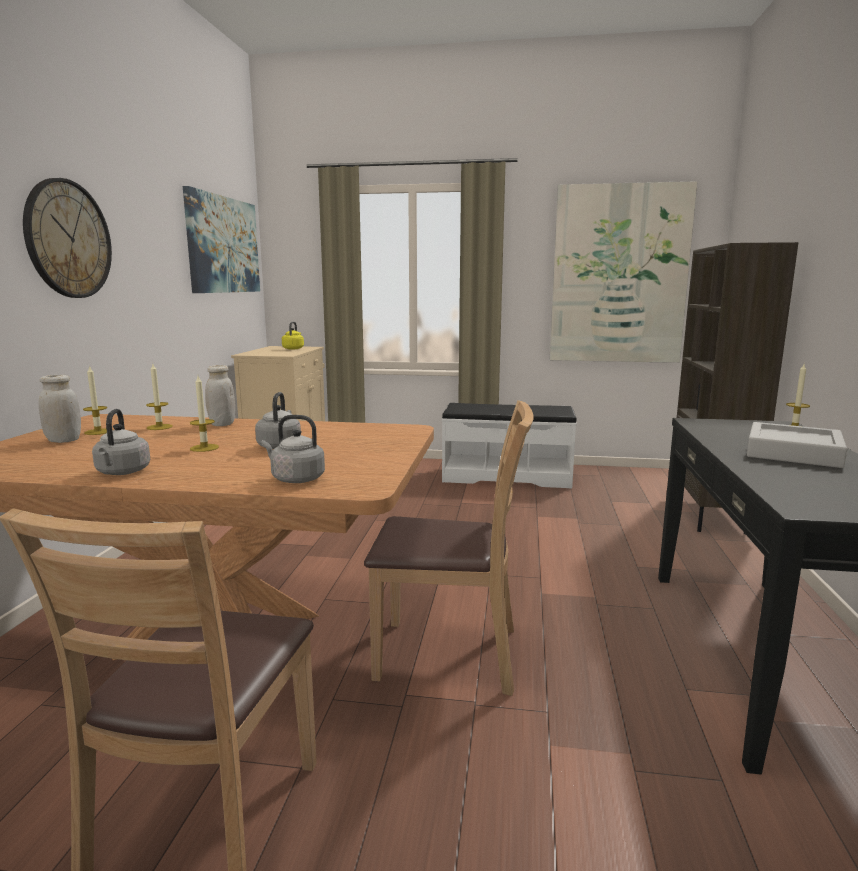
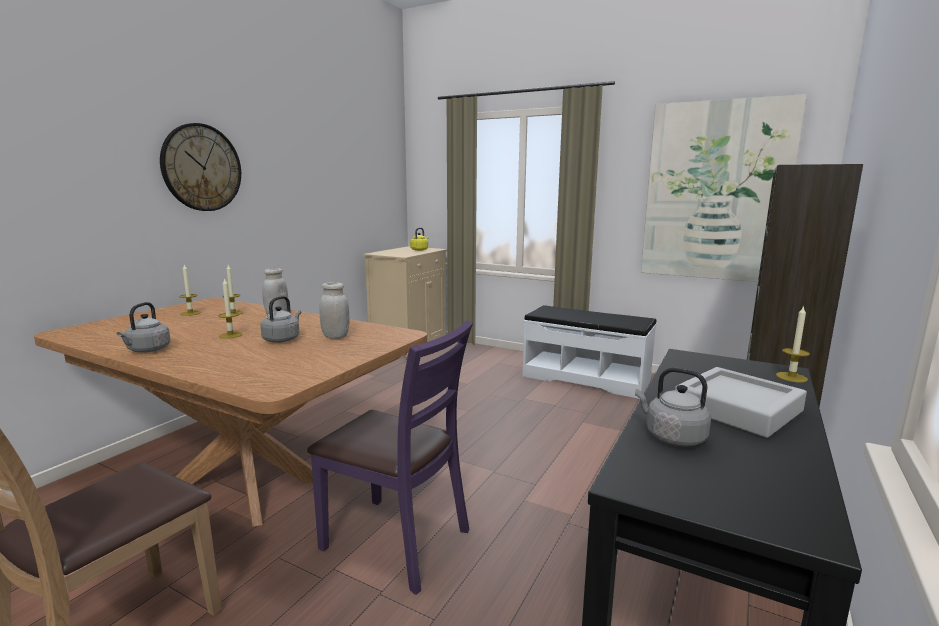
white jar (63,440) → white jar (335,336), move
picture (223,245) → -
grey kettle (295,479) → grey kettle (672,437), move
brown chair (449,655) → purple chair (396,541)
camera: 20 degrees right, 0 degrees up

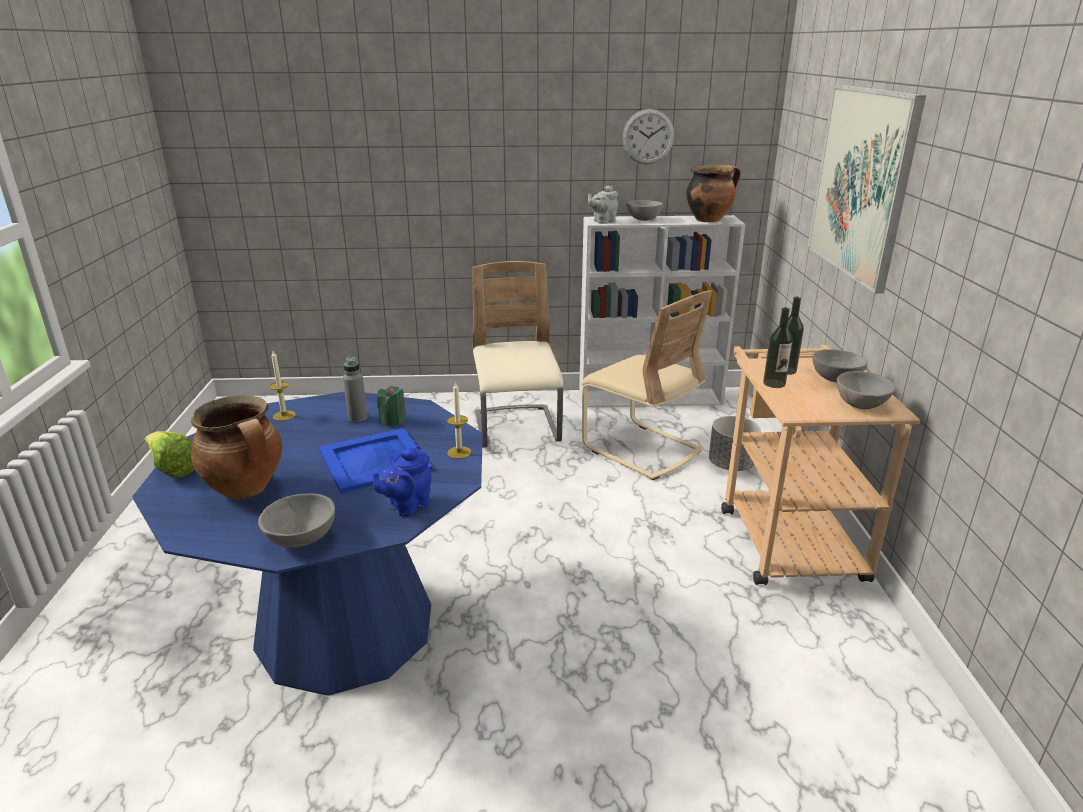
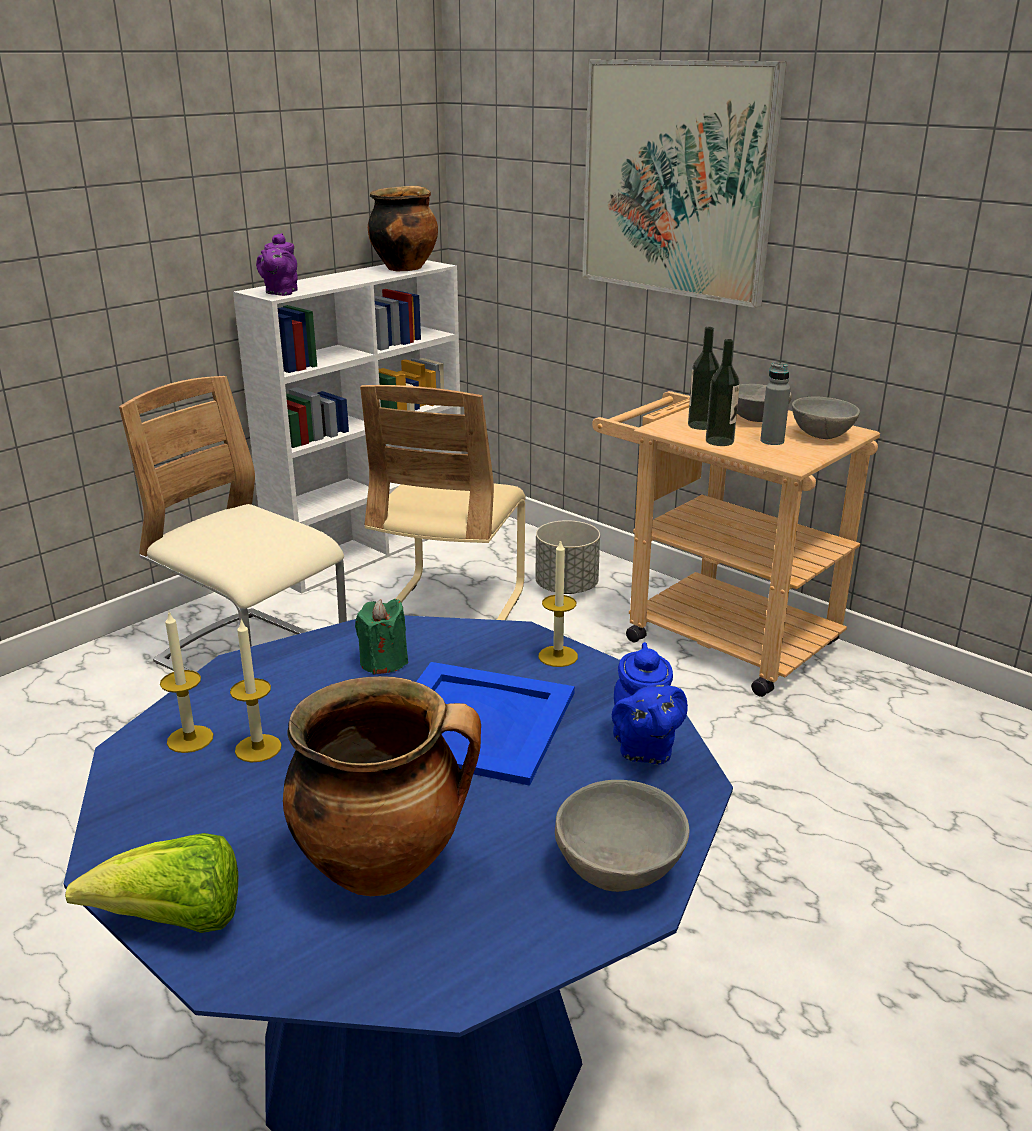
grey bottle (357,417) → grey bottle (772,441), move
beige chair (641,449) → beige chair (449,613), 105 degrees clockwise
grey teapot (602,221) → purple teapot (280,292)
wall clock (648,137) → -
grey bowl (643,219) → -
- → candle (258,748)
camera: 45 degrees left, 0 degrees up

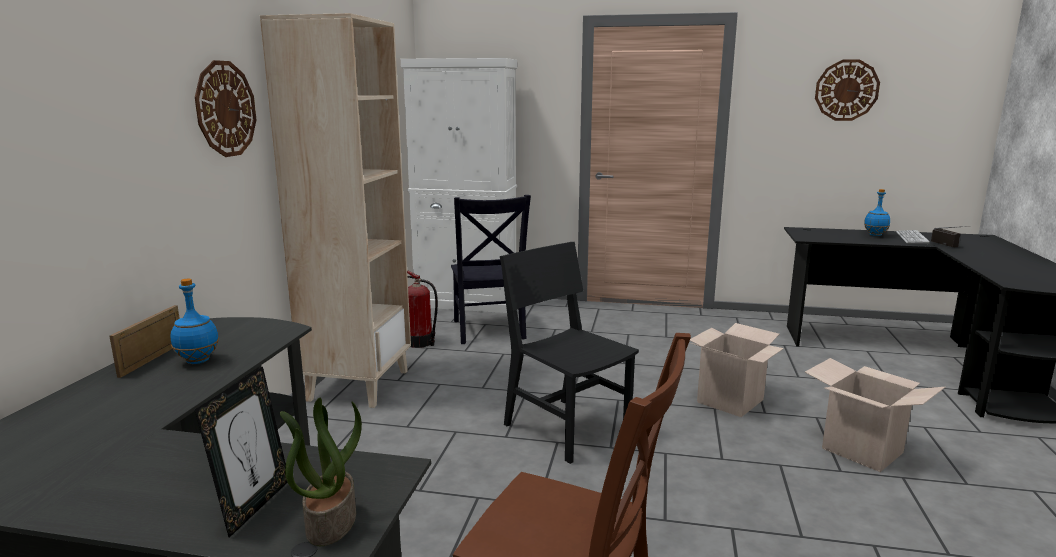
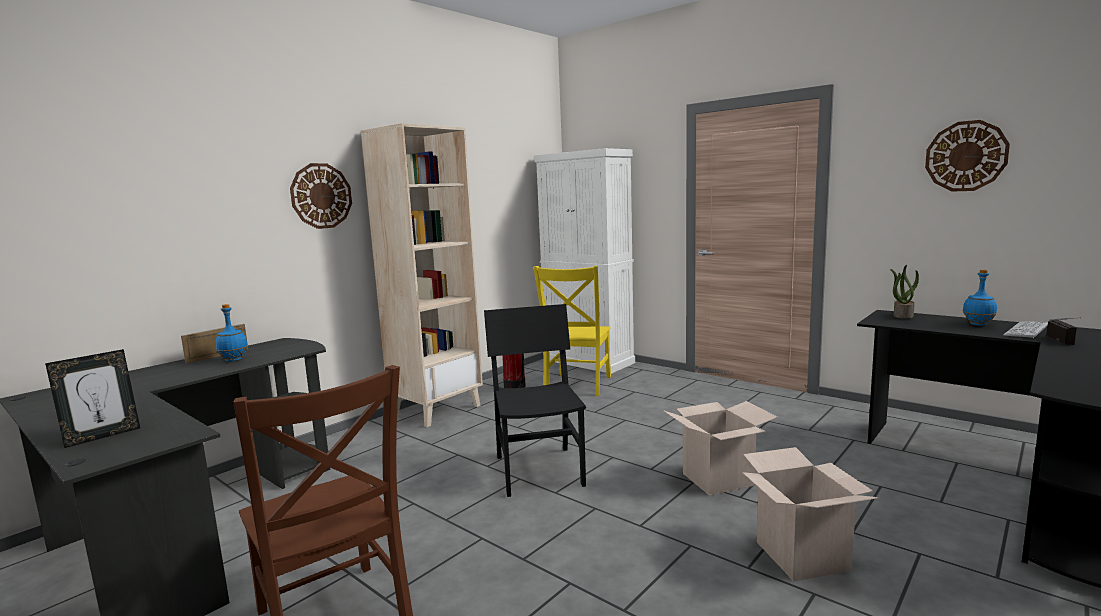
potted plant (330,522) → potted plant (902,315), move
black chair (488,331) → yellow chair (577,385)
camera: 30 degrees right, 5 degrees down

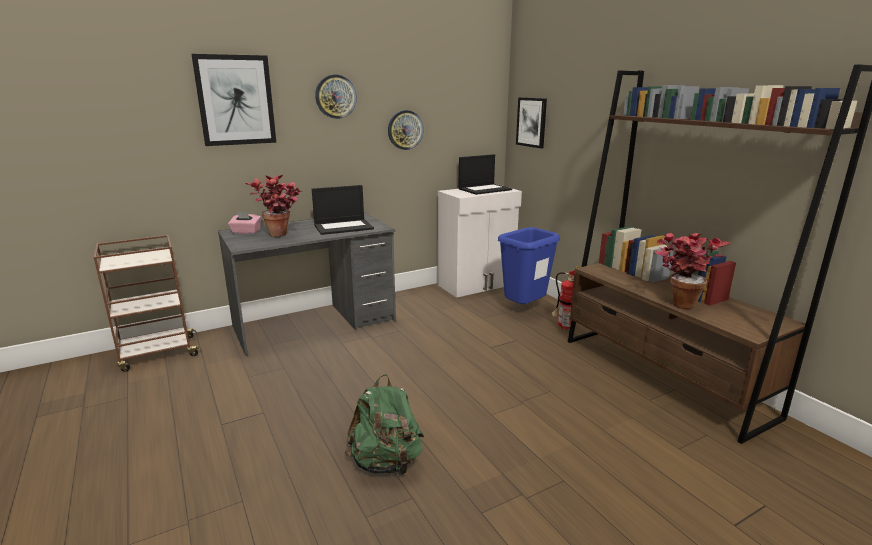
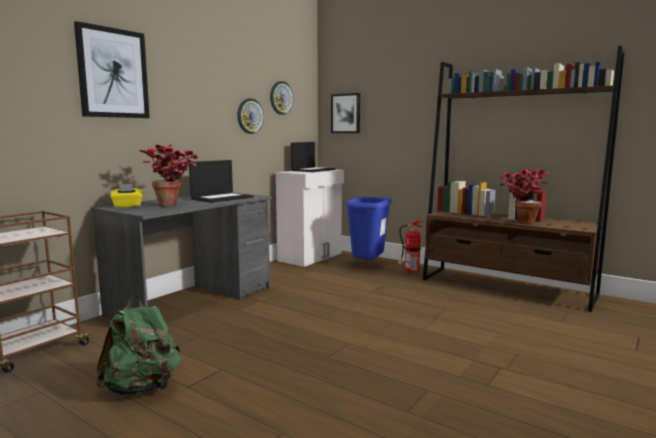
pink tissue box (246,232) → yellow tissue box (127,206)
wall clock (335,96) → wall clock (281,98), move
green backpack (386,463) → green backpack (142,388), move
camera: 25 degrees left, 10 degrees down

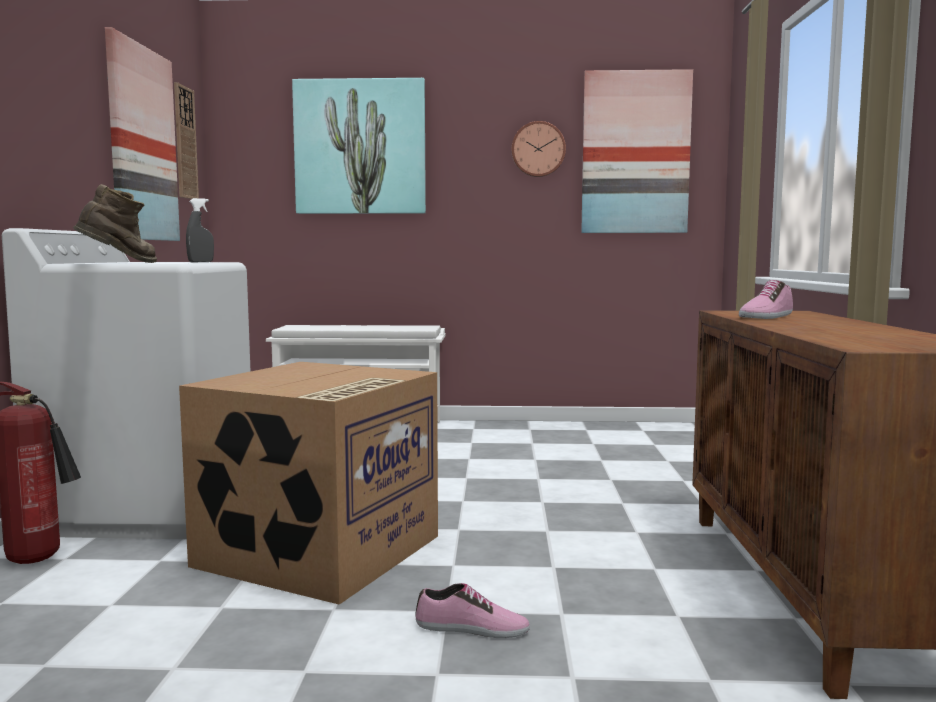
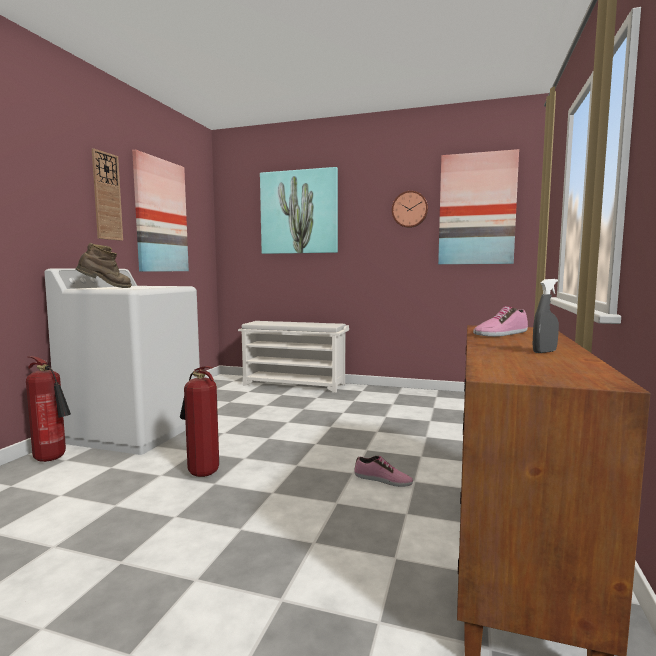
wall clock (185,143) → wall clock (107,196), move
cardboard box (320,552) → fire extinguisher (200,472)
grey spray bottle (200,262) → grey spray bottle (544,352), move
shoe (472,628) → shoe (382,480), move
camera: 15 degrees right, 0 degrees up

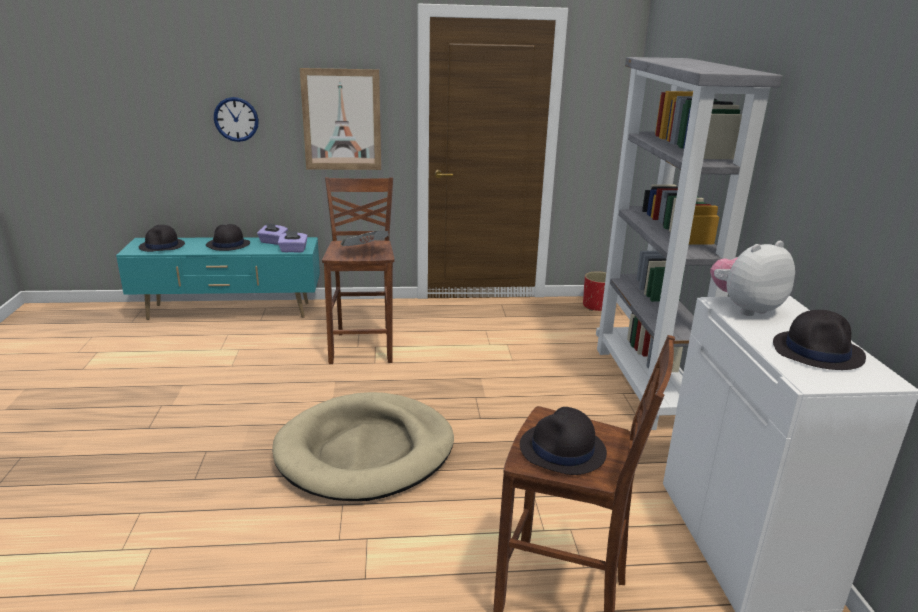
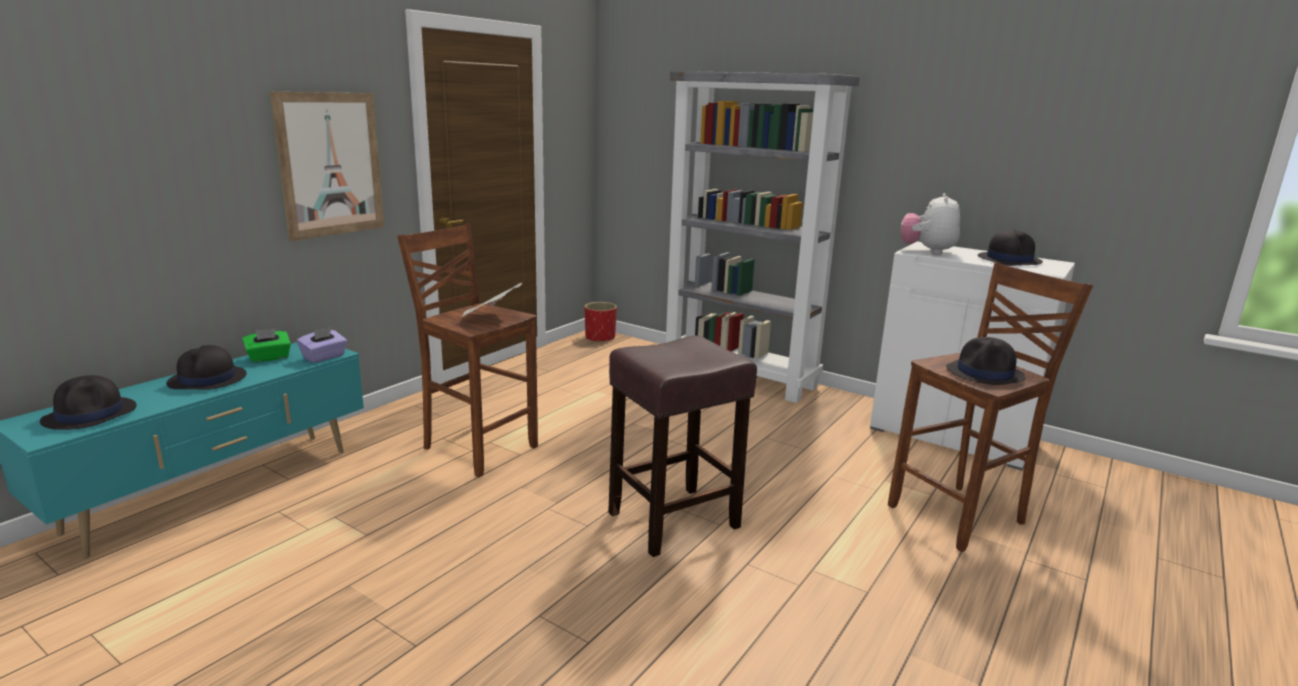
wall clock (236,119) → -
purple tissue box (273,242) → green tissue box (269,358)
beige dog bed (366,451) → brown stool (675,519)
camera: 50 degrees left, 5 degrees down

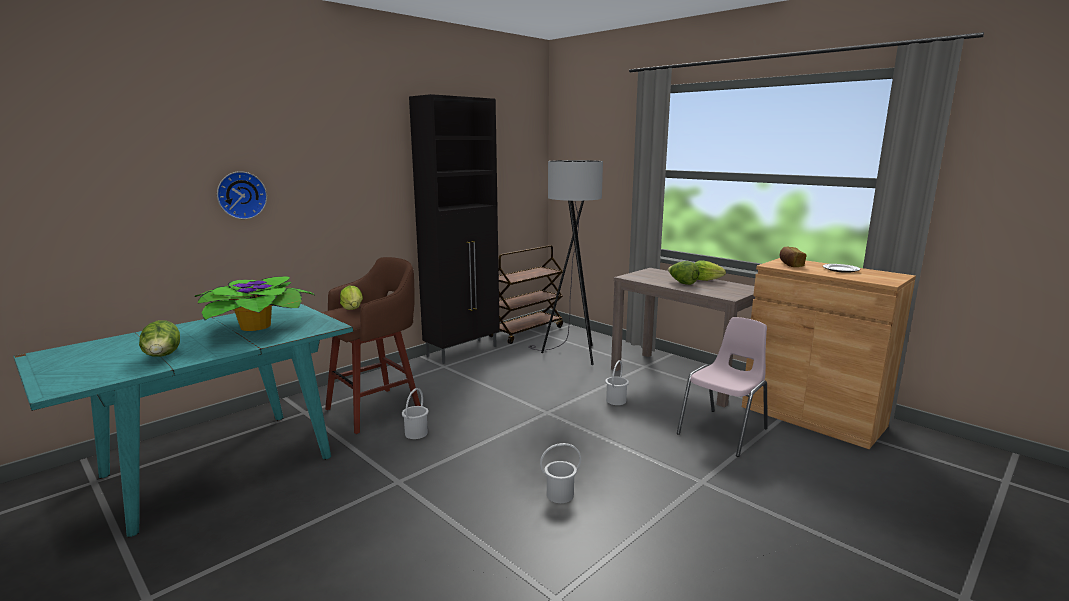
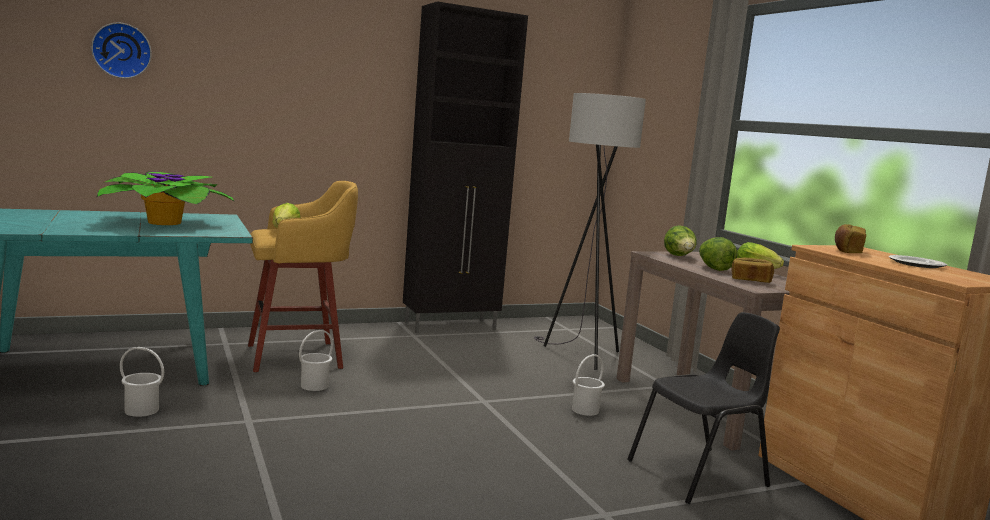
lettuce (163,357) → lettuce (679,256), move
wall clock (241,195) → wall clock (122,51), move
brown stool (376,409) → yellow stool (298,356)
brown cart (526,331) → -
white bucket (559,495) → white bucket (142,410), move
pink chair (724,431) → black chair (700,474)
- → bread (750,280)
camera: 20 degrees right, 5 degrees down

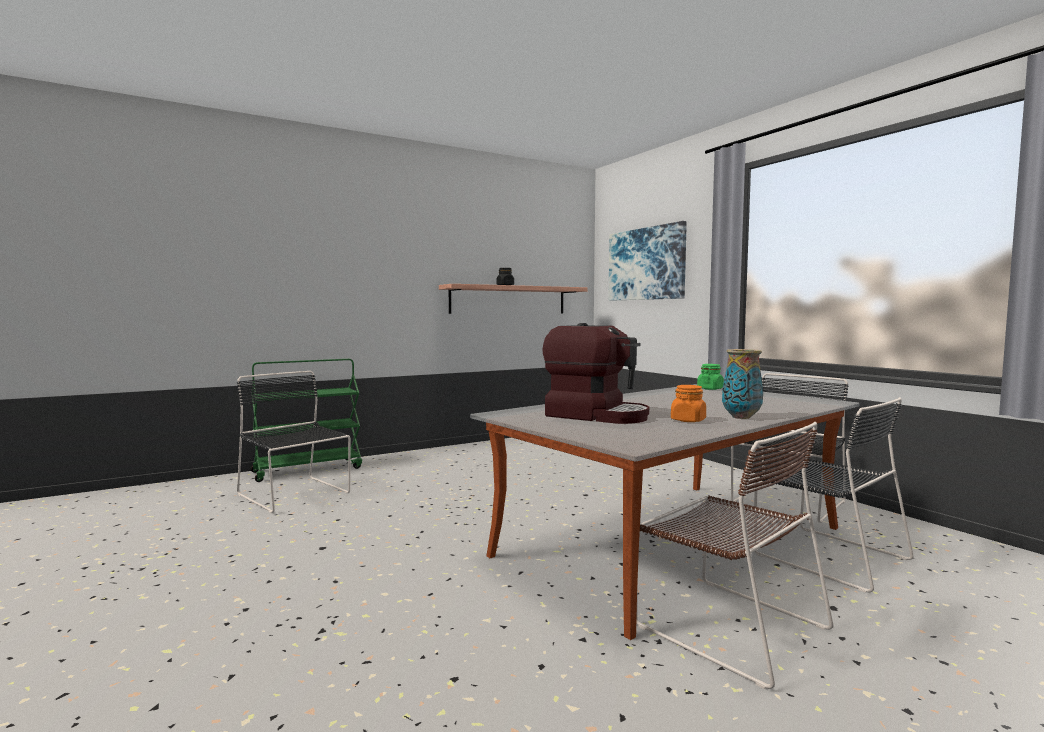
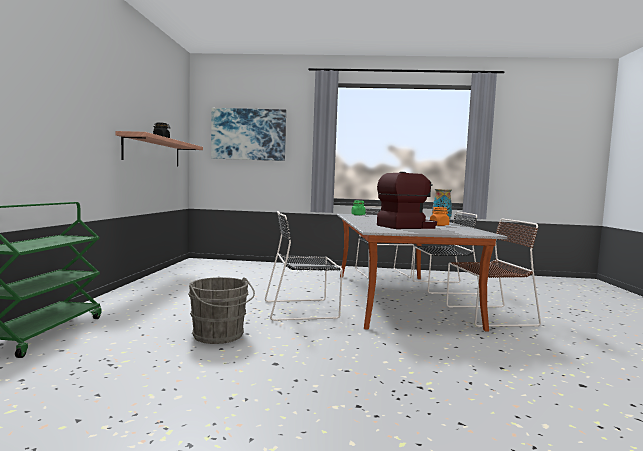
black chair (295,495) → black chair (303,309), move
- → grey bucket (219,336)
camera: 55 degrees left, 0 degrees up

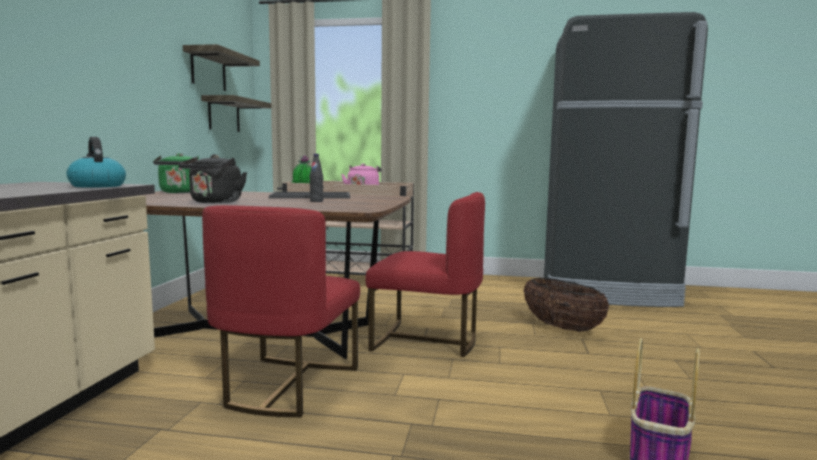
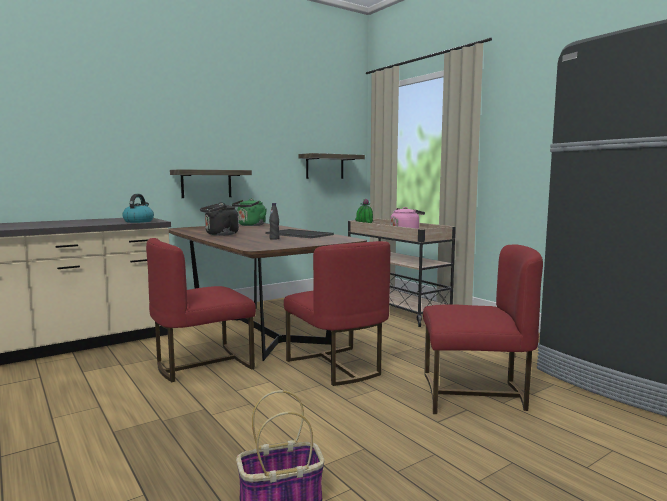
shelf (208,70) → shelf (206,184), move
basket (562,328) → red chair (474,395)
camera: 45 degrees right, 0 degrees up

